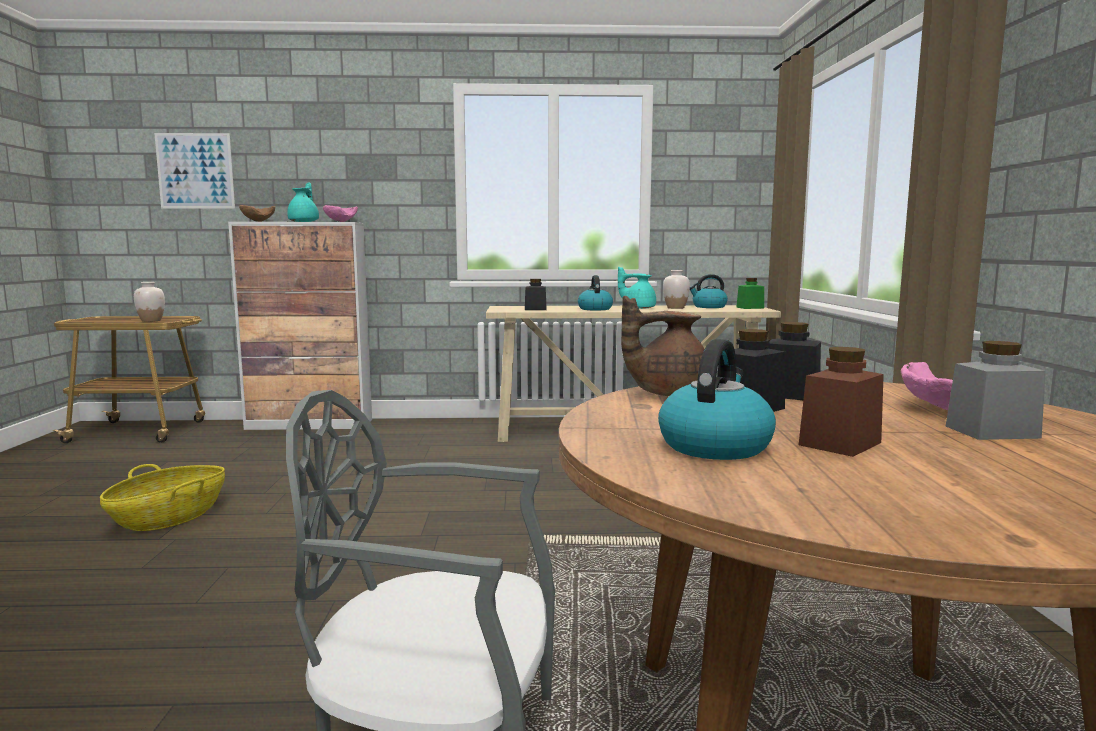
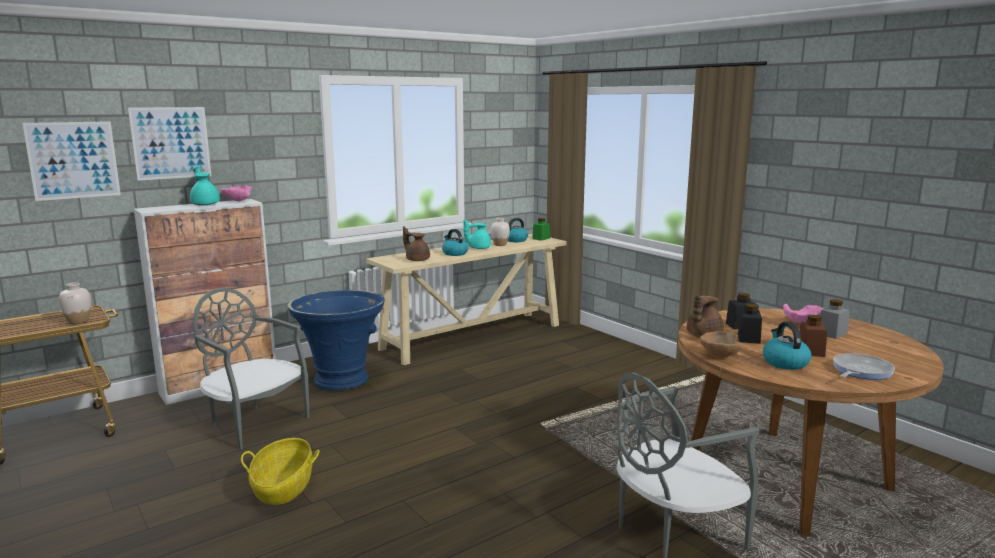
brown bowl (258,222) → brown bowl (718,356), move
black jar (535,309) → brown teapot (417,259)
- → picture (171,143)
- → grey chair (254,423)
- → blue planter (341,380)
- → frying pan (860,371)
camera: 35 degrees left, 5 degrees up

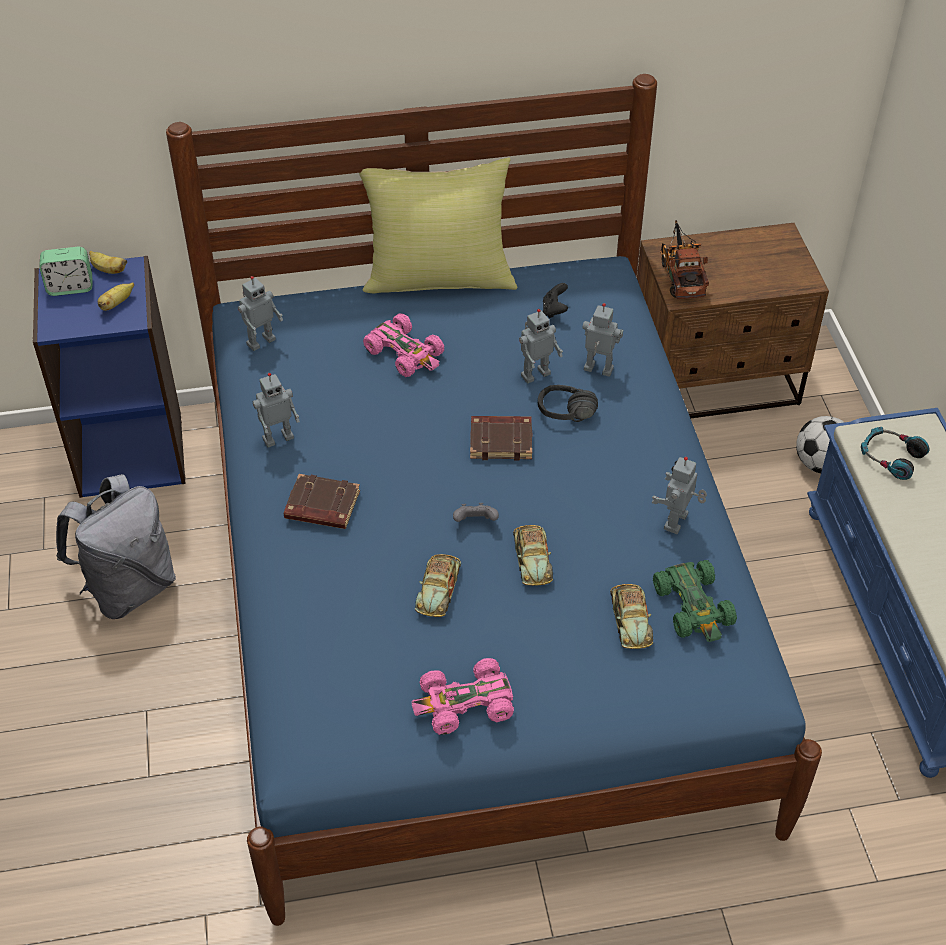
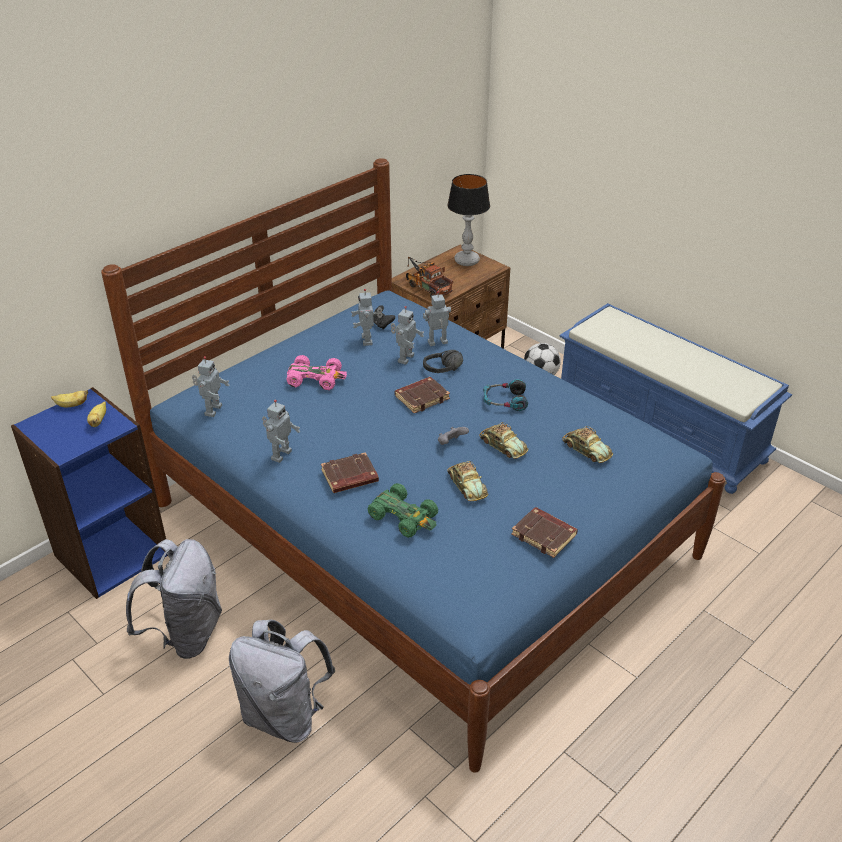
alarm clock (70,287) → -
yellow pillow (439,277) → -
pink toy car (464,704) → brown book (545,535)
toy robot (677,522) → toy robot (368,340), move
green toy car (694,607) → green toy car (404,517), move
headphones (890,457) → headphones (504,401), move
- → grey backpack (285,715)
- → table lamp (467,261)
camera: 35 degrees left, 10 degrees down

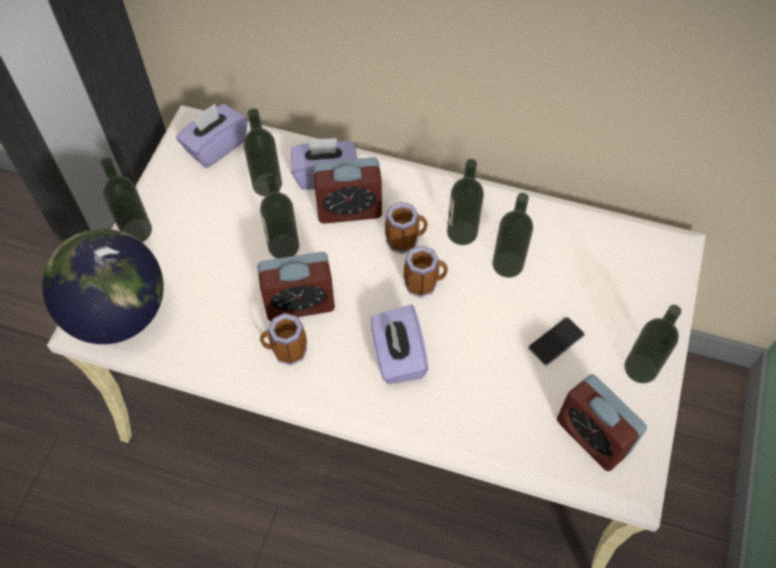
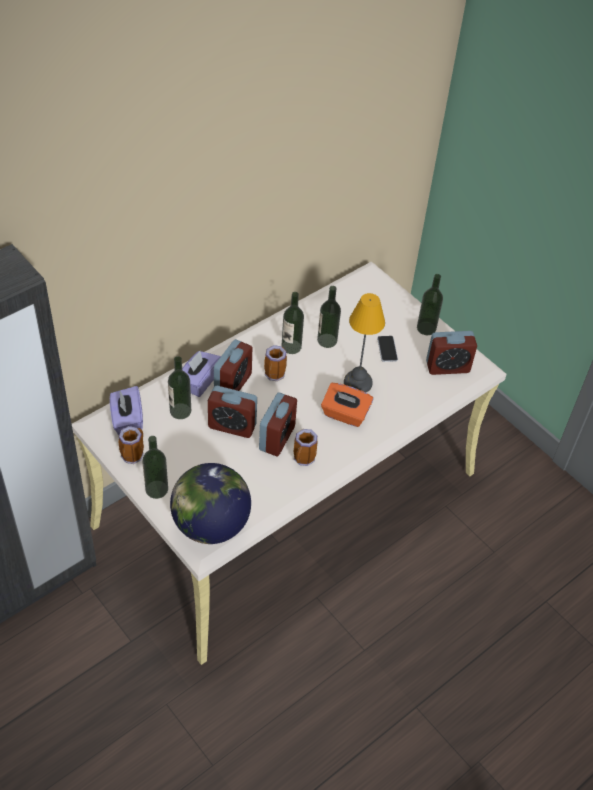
bottle (283,246) → alarm clock (232,426)
purple tissue box (398,356) → orange tissue box (345,414)
mug (423,283) → mug (133,453), move
- → table lamp (357,383)
camera: 60 degrees left, 10 degrees down

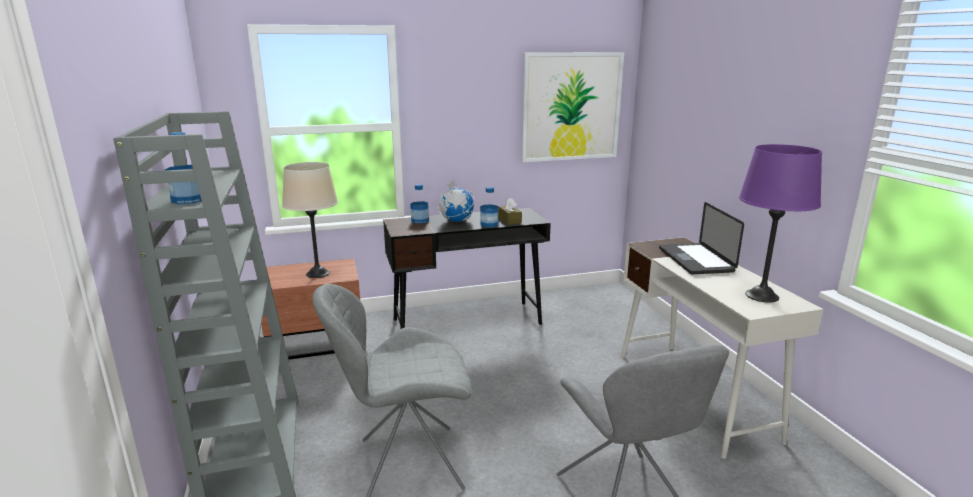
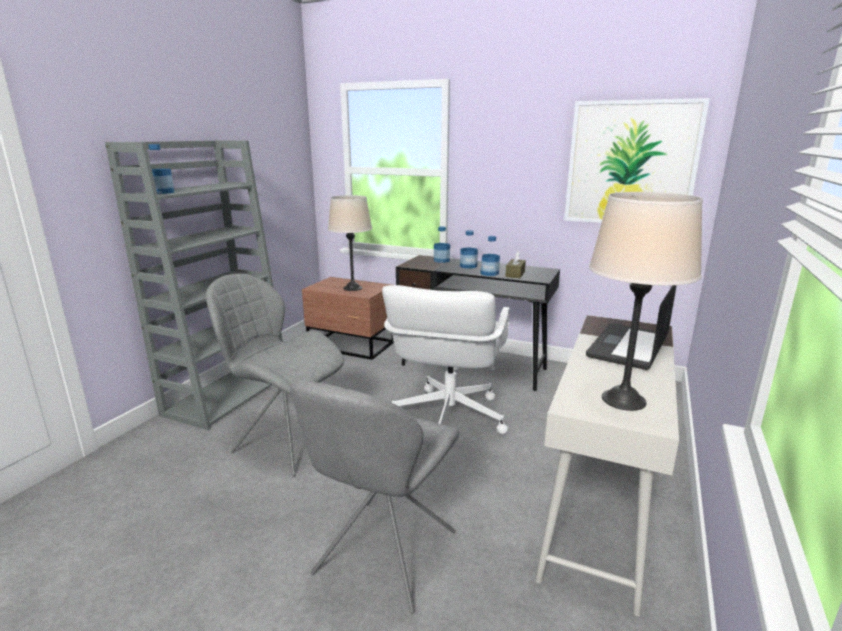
globe (456,221) → bottle (468,266)
purple table lamp (762,296) → beige table lamp (623,400)
- → white office chair (448,417)
camera: 40 degrees right, 0 degrees up

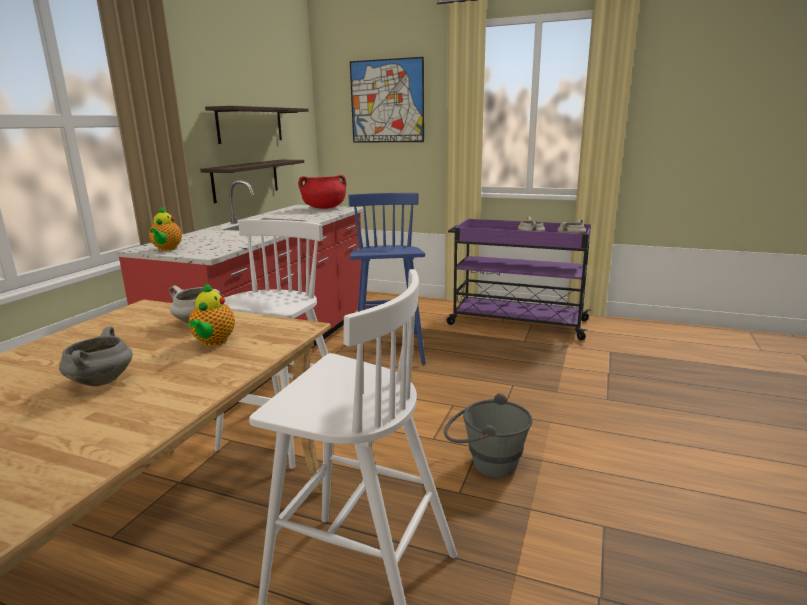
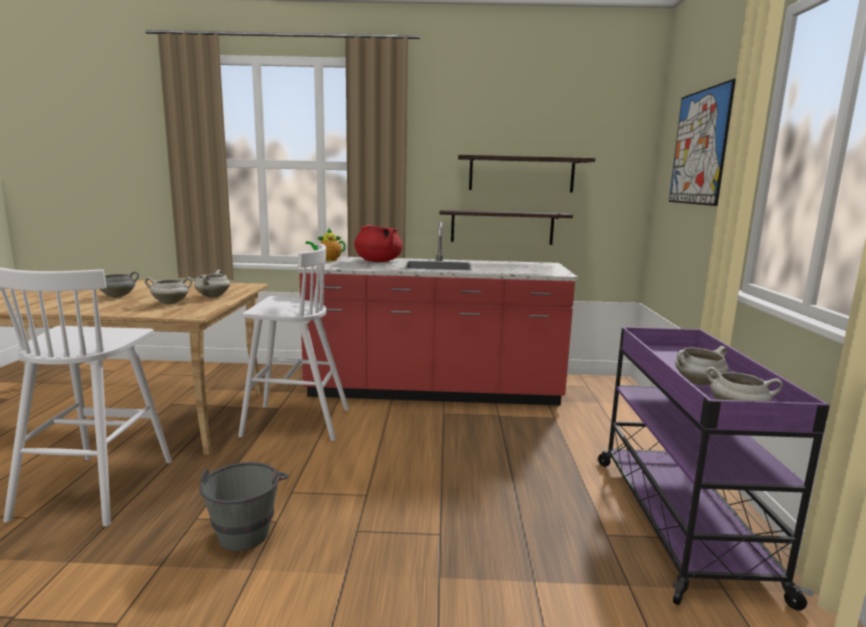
teapot (213,342) → white cooking pot (171,303)
red cooking pot (324,208) → red cooking pot (378,261), move
blue stool (389,350) → -
camera: 70 degrees right, 5 degrees down

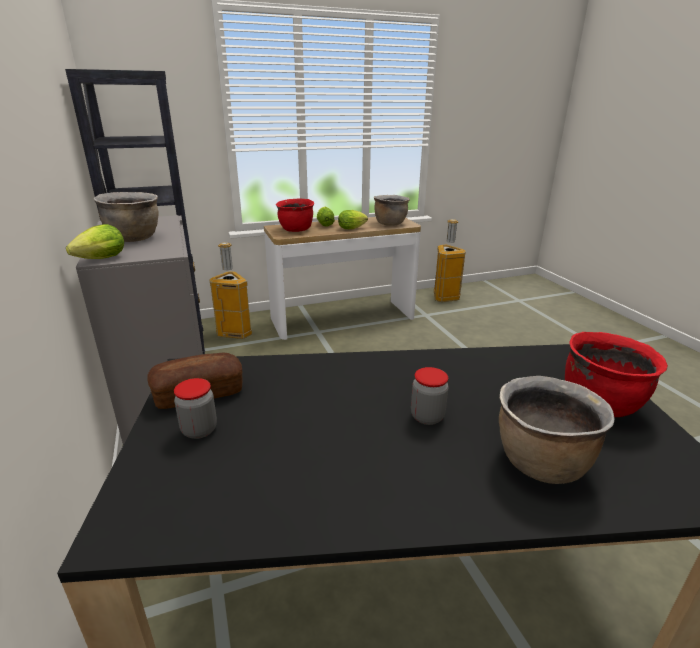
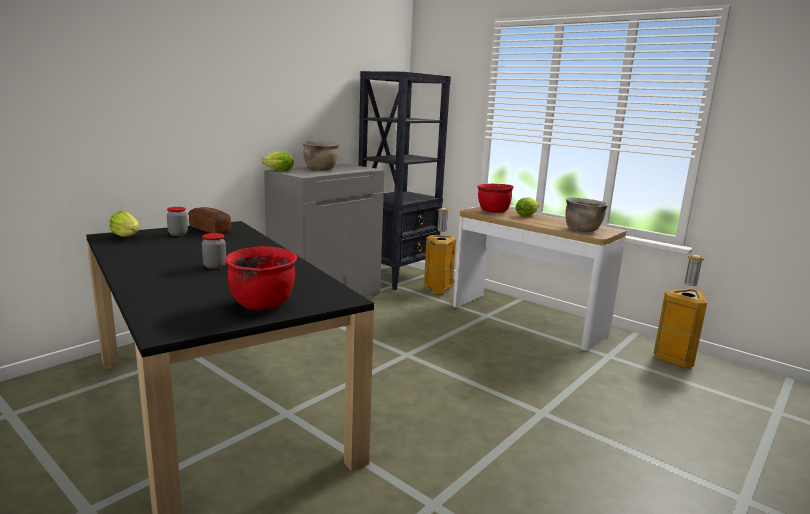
lettuce (353,228) → lettuce (127,237), move
brown cooking pot (540,462) → -
camera: 60 degrees right, 10 degrees down

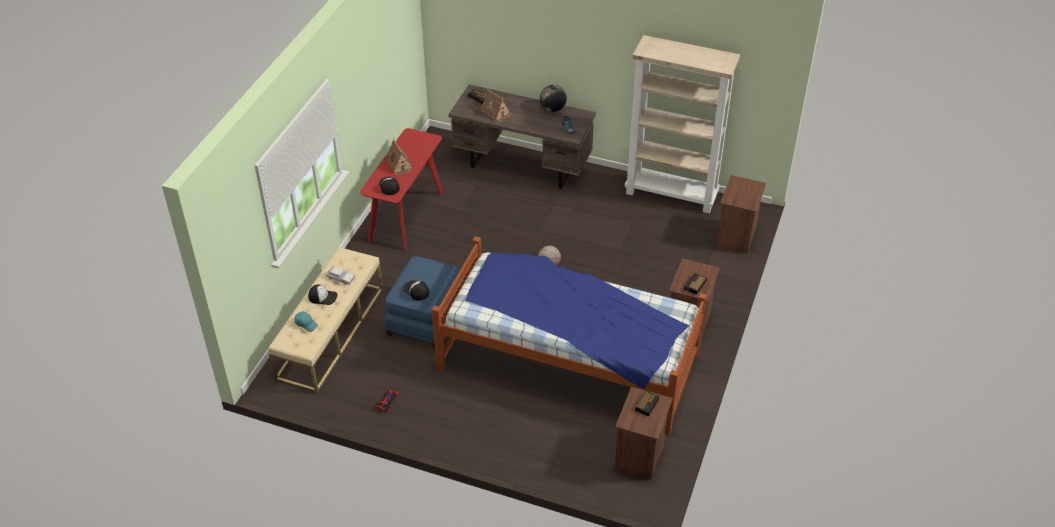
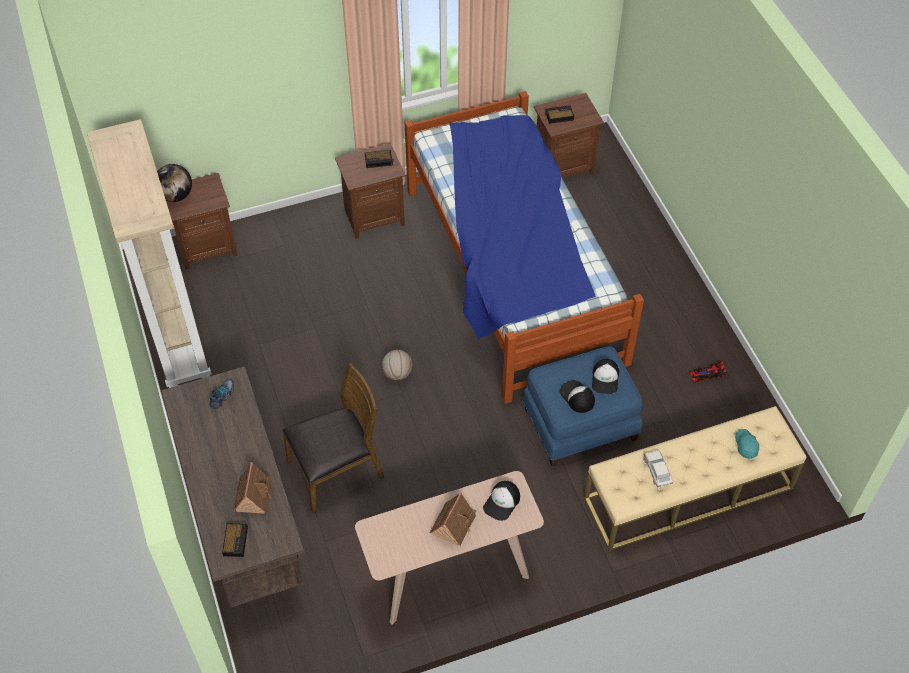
cap (323,297) → cap (577,397), move
red console table (406,216) → beige console table (450,573)
globe (552,109) → globe (176,195), move
- → brown chair (336,470)
camera: 130 degrees left, 10 degrees up

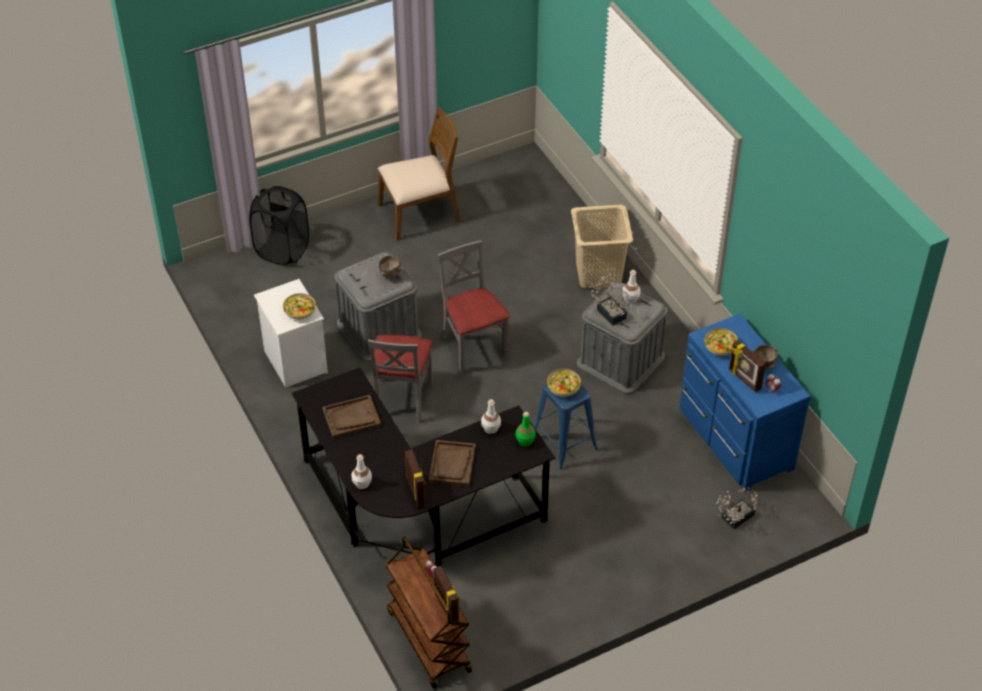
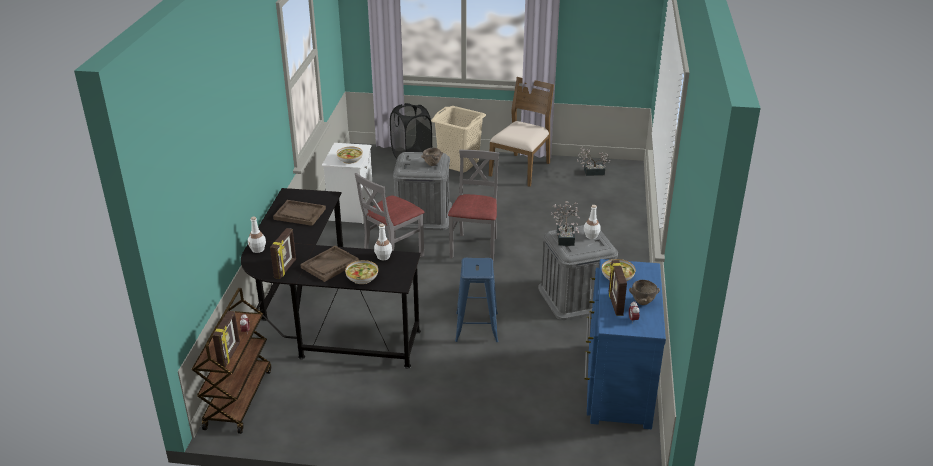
brown chair (420,213) → brown chair (521,169), 75 degrees counterclockwise
green bottle (525,441) → -
bowl (563,388) → bowl (362,278), move
beige laundry basket (599,274) → beige laundry basket (459,164), move
potted plant (734,518) → potted plant (591,172), move
camera: 35 degrees right, 15 degrees down

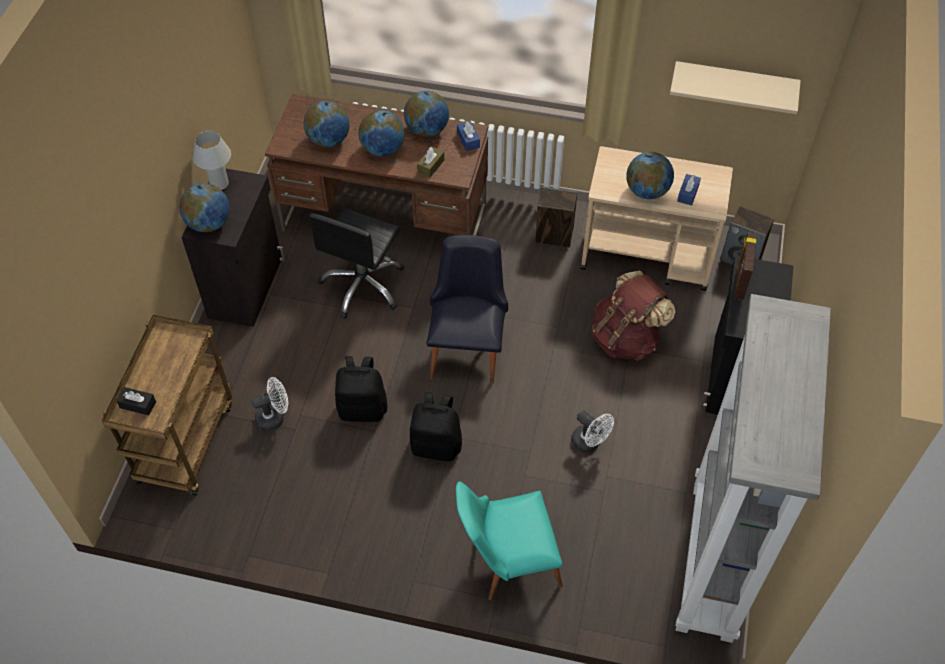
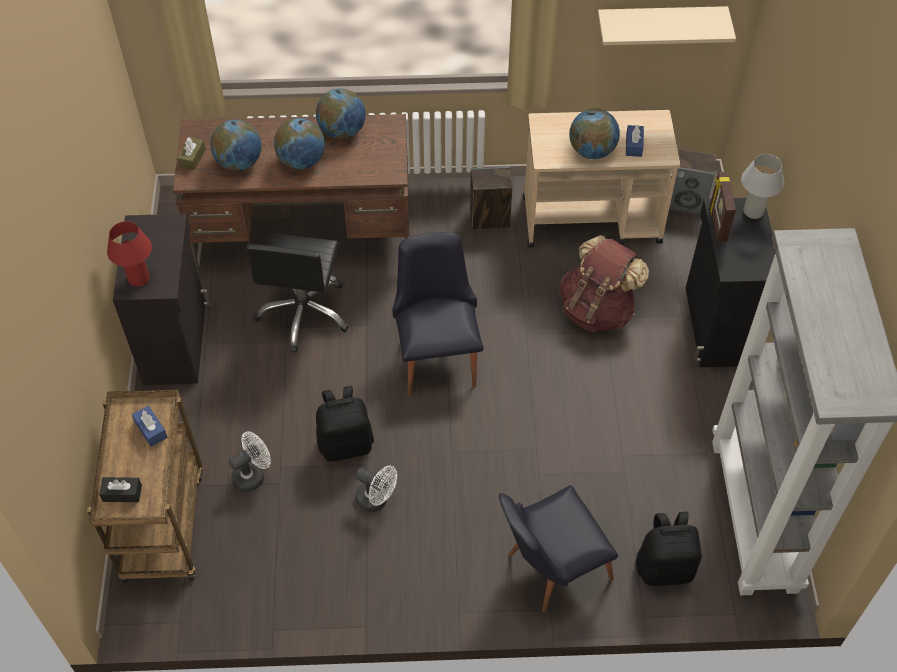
globe (209,223) → red table lamp (139,279)
white table lamp (219,184) → white table lamp (753,211), move
black backpack (436,445) → black backpack (665,567), move
brown tissue box (431,166) → brown tissue box (192,158), move
turquoise chair (507,563) → black chair (549,569)
blue tissue box (468,140) → blue tissue box (151,430), move
white fan (589,443) → white fan (376,500), move
camera: 15 degrees left, 0 degrees up

